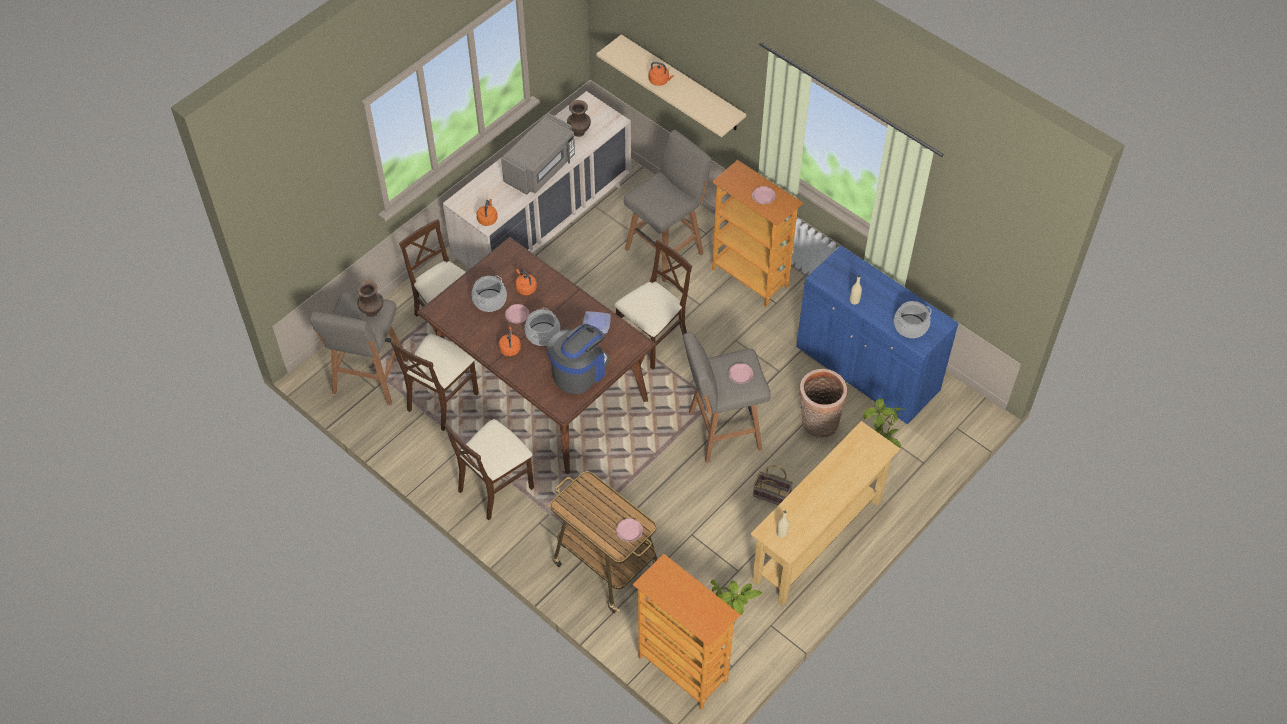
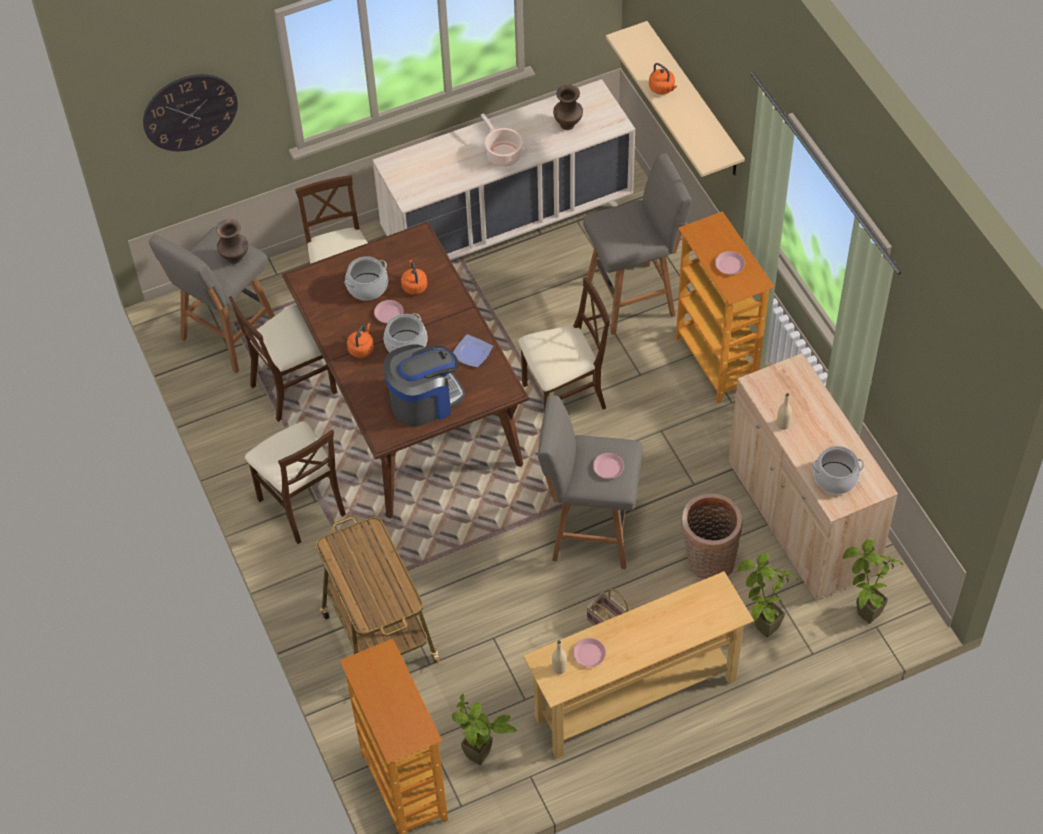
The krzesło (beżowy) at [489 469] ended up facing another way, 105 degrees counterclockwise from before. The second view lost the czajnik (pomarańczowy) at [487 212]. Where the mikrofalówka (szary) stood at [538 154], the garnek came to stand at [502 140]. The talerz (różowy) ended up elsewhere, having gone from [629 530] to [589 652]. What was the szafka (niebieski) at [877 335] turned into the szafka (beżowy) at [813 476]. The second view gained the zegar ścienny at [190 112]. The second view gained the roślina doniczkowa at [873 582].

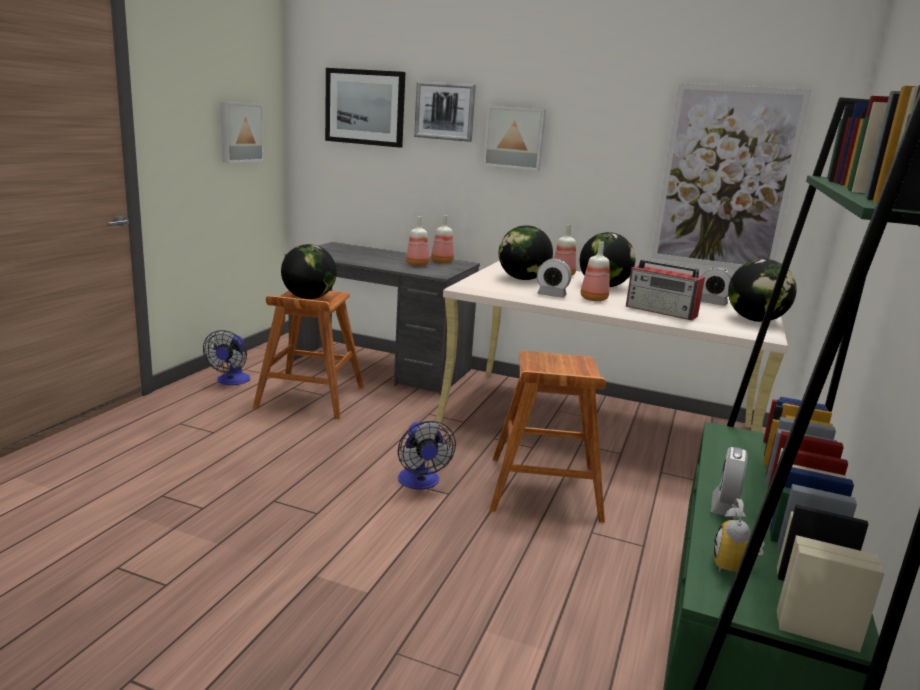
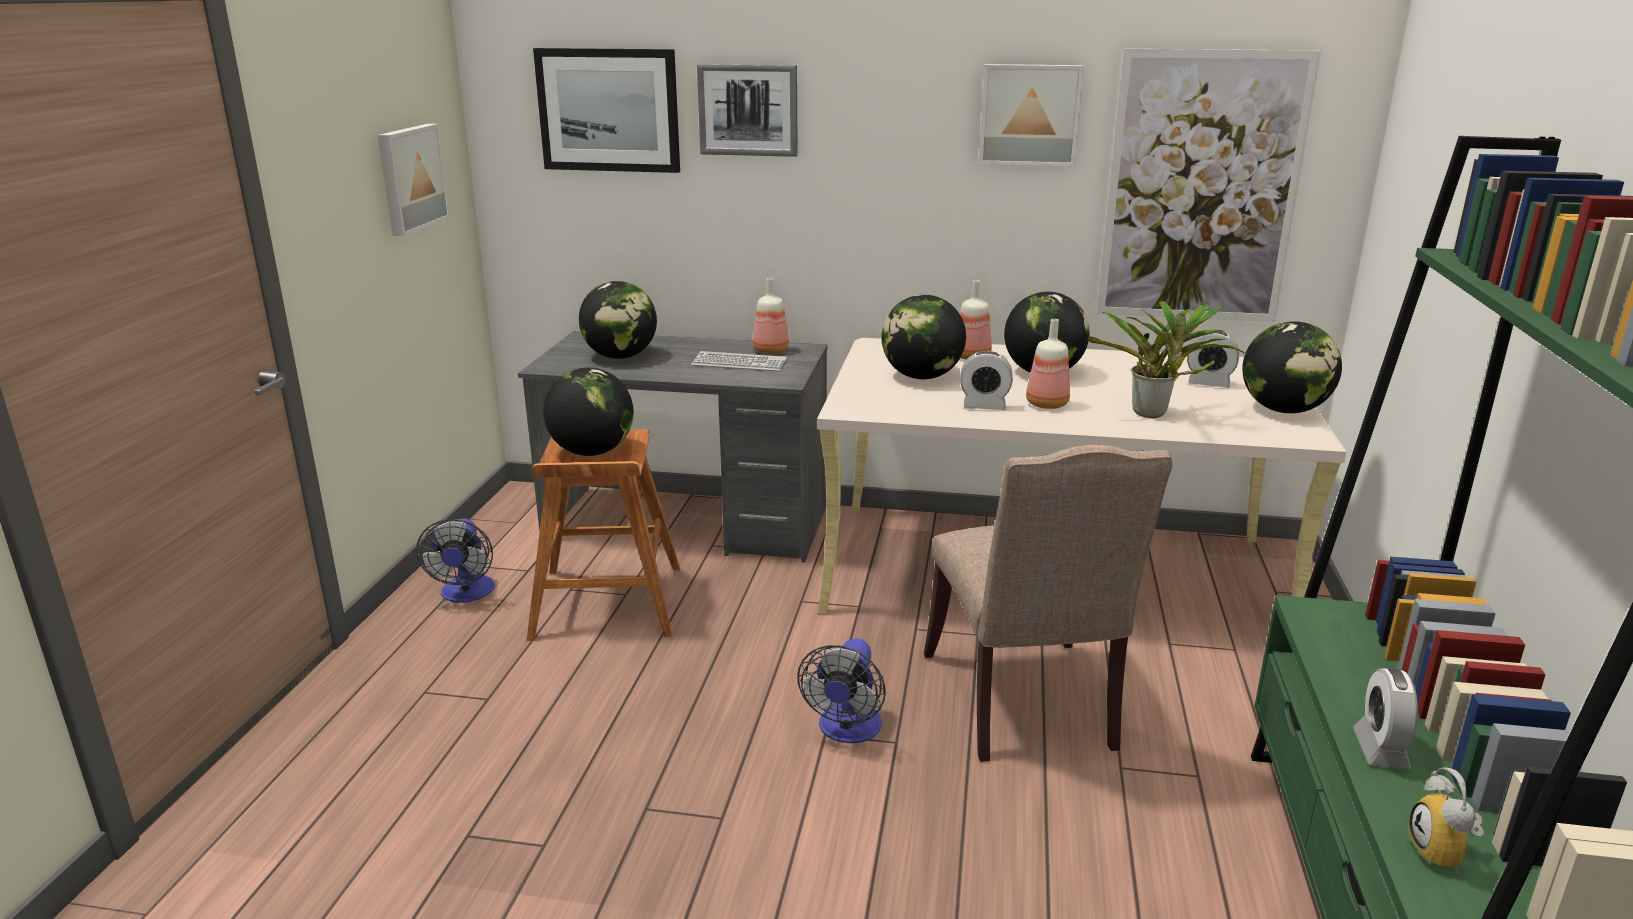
The wentylator at [427 455] ended up facing another way, 45 degrees clockwise from before. Where the butelka stood at [418 241], the klawiatura came to stand at [739 361]. The obraz ended up elsewhere, having gone from [514 138] to [1031 115]. Where the stołek (brązowy) stood at [548 437], the krzesło (beżowy) came to stand at [1048 603]. Where the radio stood at [665 289], the roślina doniczkowa came to stand at [1166 359]. The second view gained the globus at [618 320].

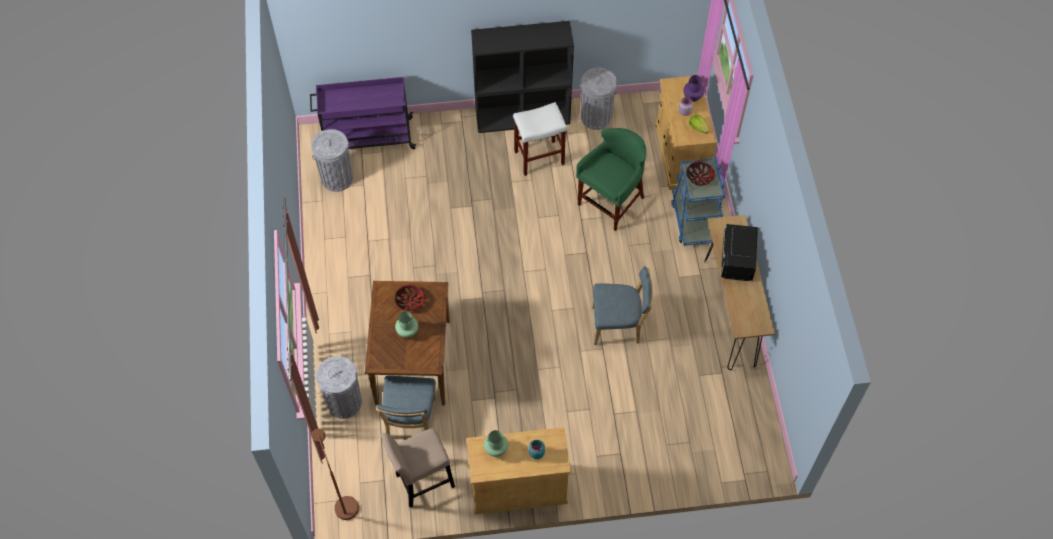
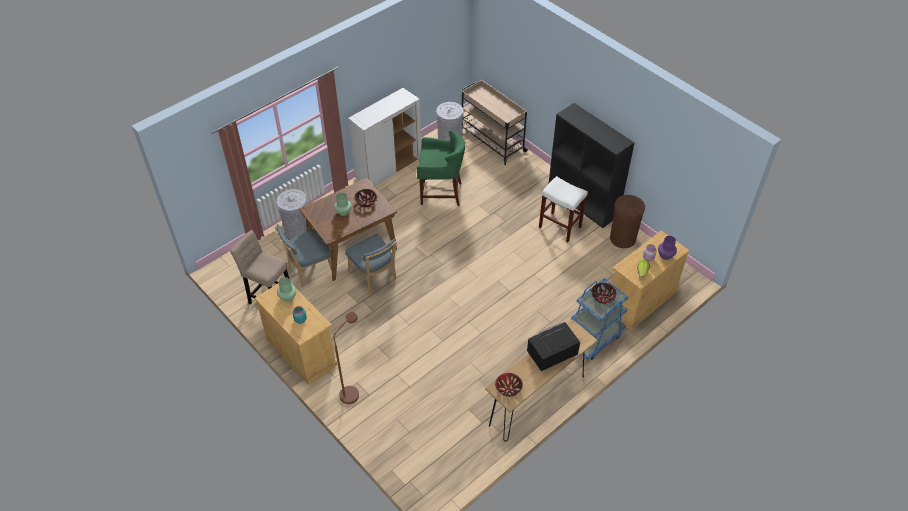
What was the wózek (fioletowy) at [363 113] turned into the wózek (beżowy) at [495 122]. The lampa stojąca (brązowy) ended up elsewhere, having gone from [335 474] to [346 358]. The stołek (zielony) ended up elsewhere, having gone from [611 179] to [441 167]. What was the kosz na śmieci (szary) at [598 98] turned into the kosz na śmieci (brązowy) at [627 221]. The krzesło (niebieski) ended up elsewhere, having gone from [622 305] to [371 264]. The second view gained the szafka (biały) at [384 137]. The second view gained the miska at [509 385].

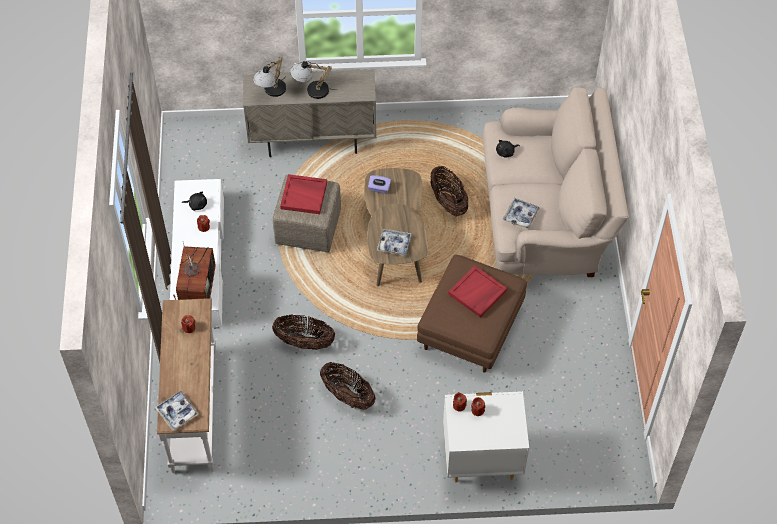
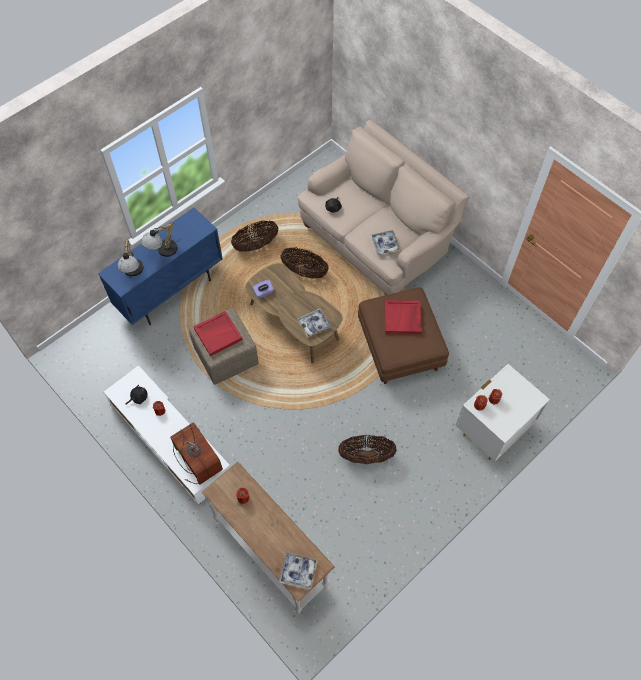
What was the szafka (beżowy) at [309 113] turned into the szafka (niebieski) at [160 266]. The koszyk ended up elsewhere, having gone from [303 332] to [254 236].

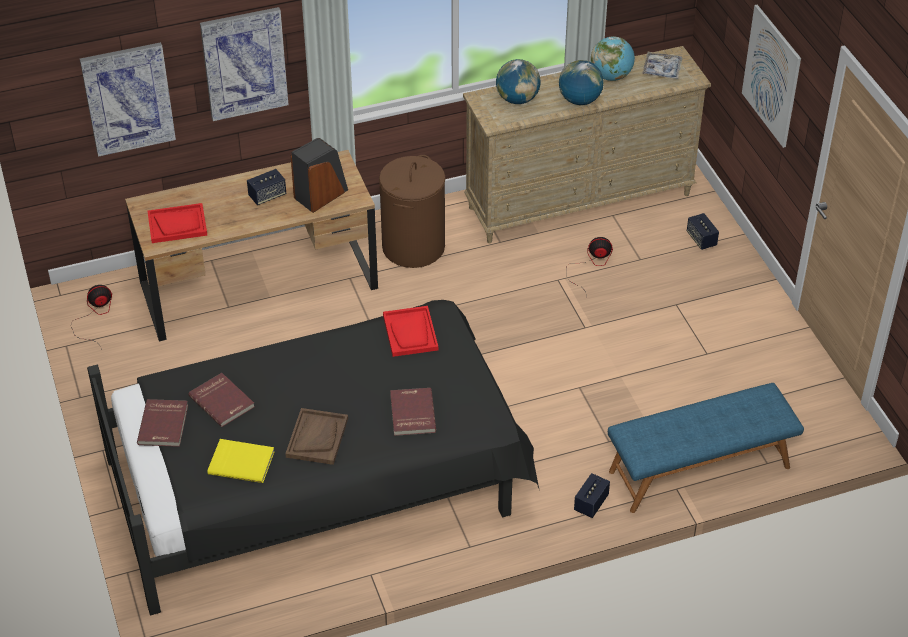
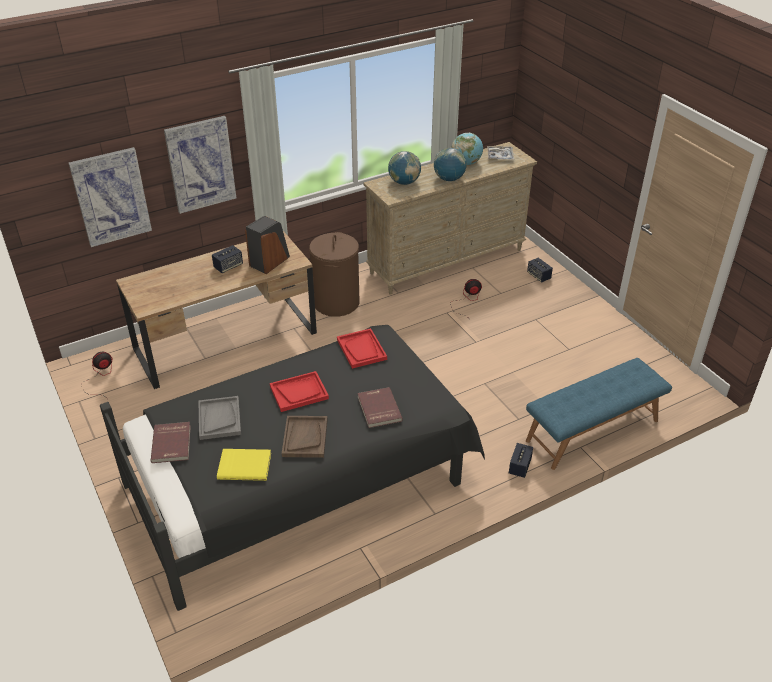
The taca (czerwony) ended up elsewhere, having gone from [177 223] to [299 391]. Where the książka (czerwony) stood at [221 400], the taca (szary) came to stand at [220 418]. The second view lost the obraz at [771 76].

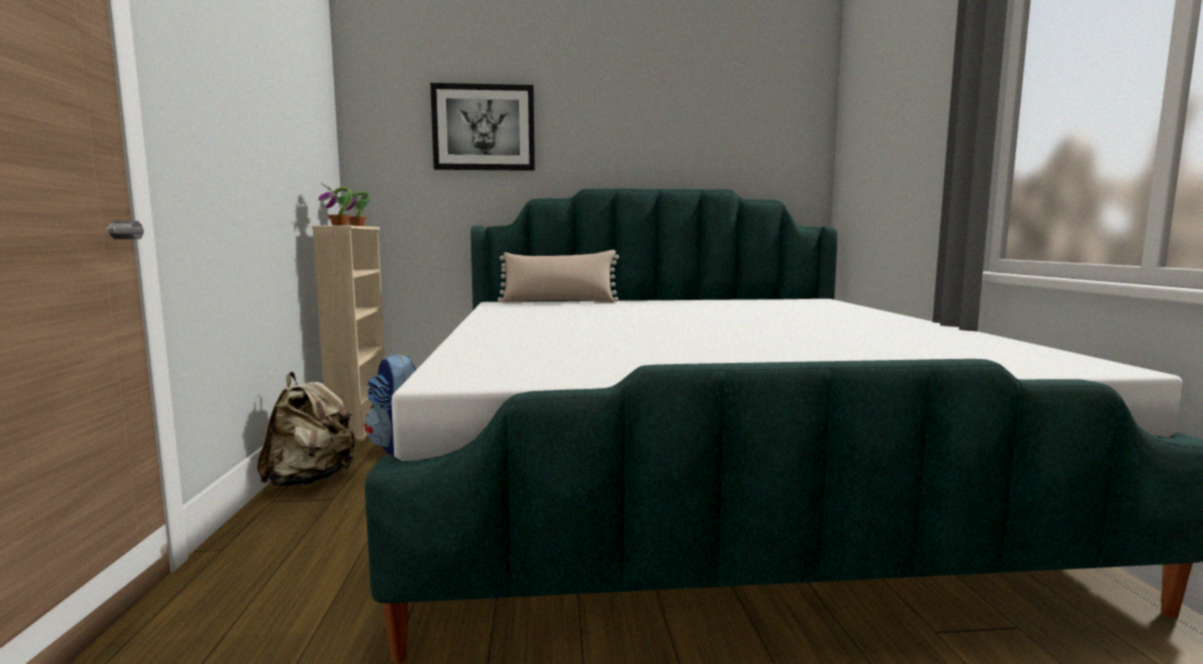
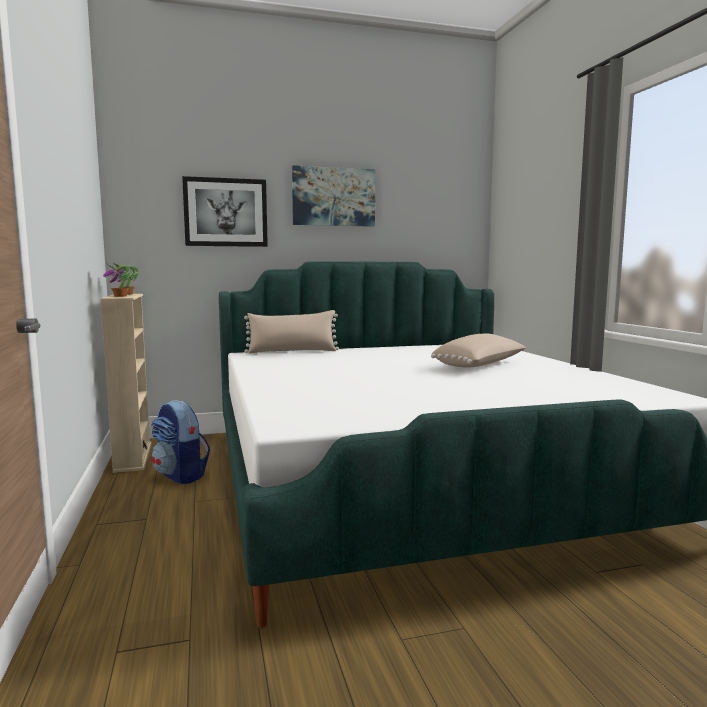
The second view lost the plecak (beżowy) at [307 429]. The second view gained the obraz at [333 196]. The second view gained the poduszka (beżowy) at [478 351].

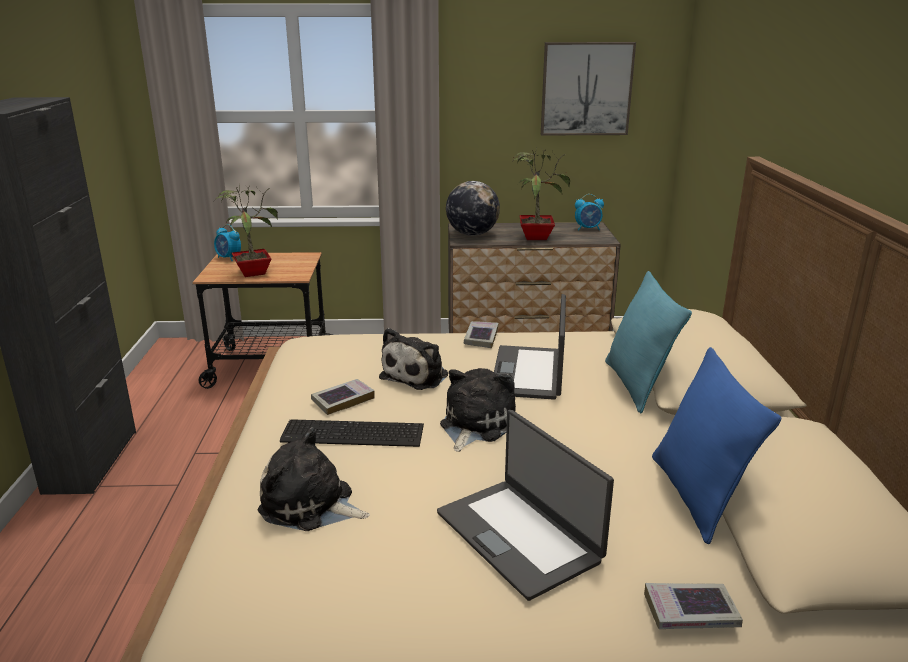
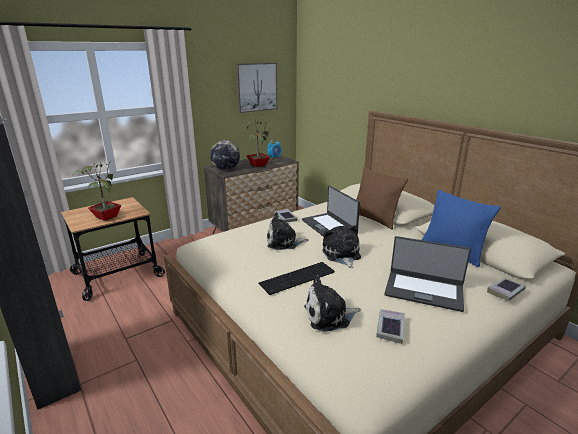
The second view lost the budzik at [227 242]. The książka ended up elsewhere, having gone from [343 397] to [390 326]. The pluszak at [413 359] ended up facing another way, 90 degrees clockwise from before. What was the poduszka (turkusowy) at [648 342] turned into the poduszka (brązowy) at [382 198].

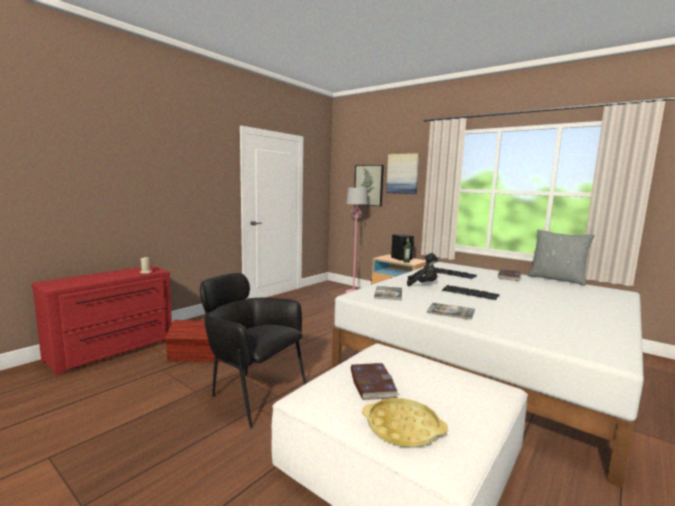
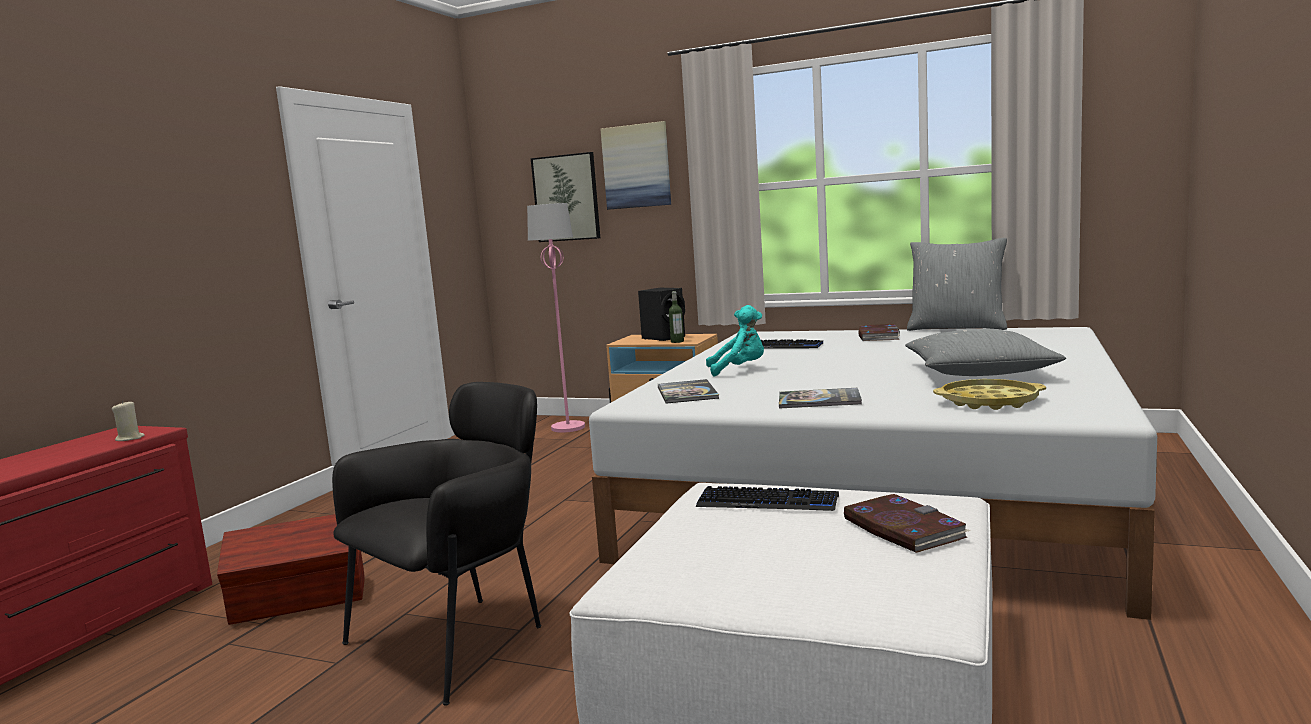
The fotel (czarny) at [253 350] ended up facing another way, 120 degrees clockwise from before. The książka ended up elsewhere, having gone from [375 381] to [907 523]. The taca (żółty) ended up elsewhere, having gone from [405 422] to [989 394]. What was the pluszak (czarny) at [423 269] turned into the pluszak (turkusowy) at [735 340]. The klawiatura ended up elsewhere, having gone from [471 292] to [767 498]. The second view gained the poduszka (szary) at [985 352].

